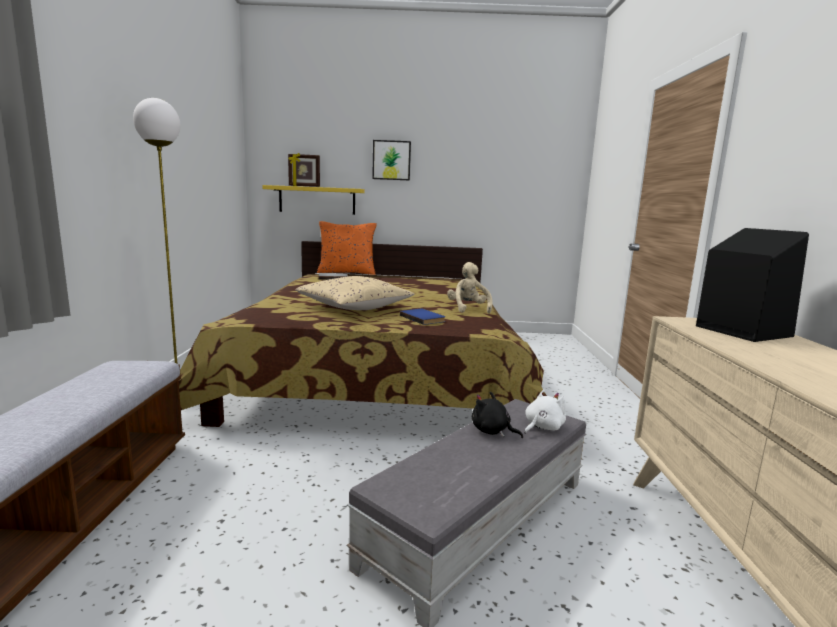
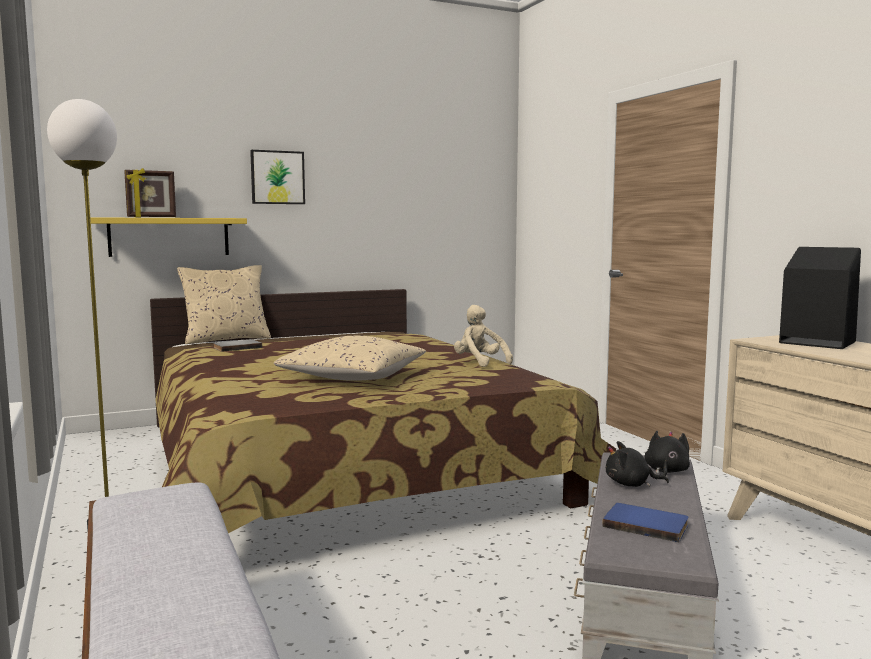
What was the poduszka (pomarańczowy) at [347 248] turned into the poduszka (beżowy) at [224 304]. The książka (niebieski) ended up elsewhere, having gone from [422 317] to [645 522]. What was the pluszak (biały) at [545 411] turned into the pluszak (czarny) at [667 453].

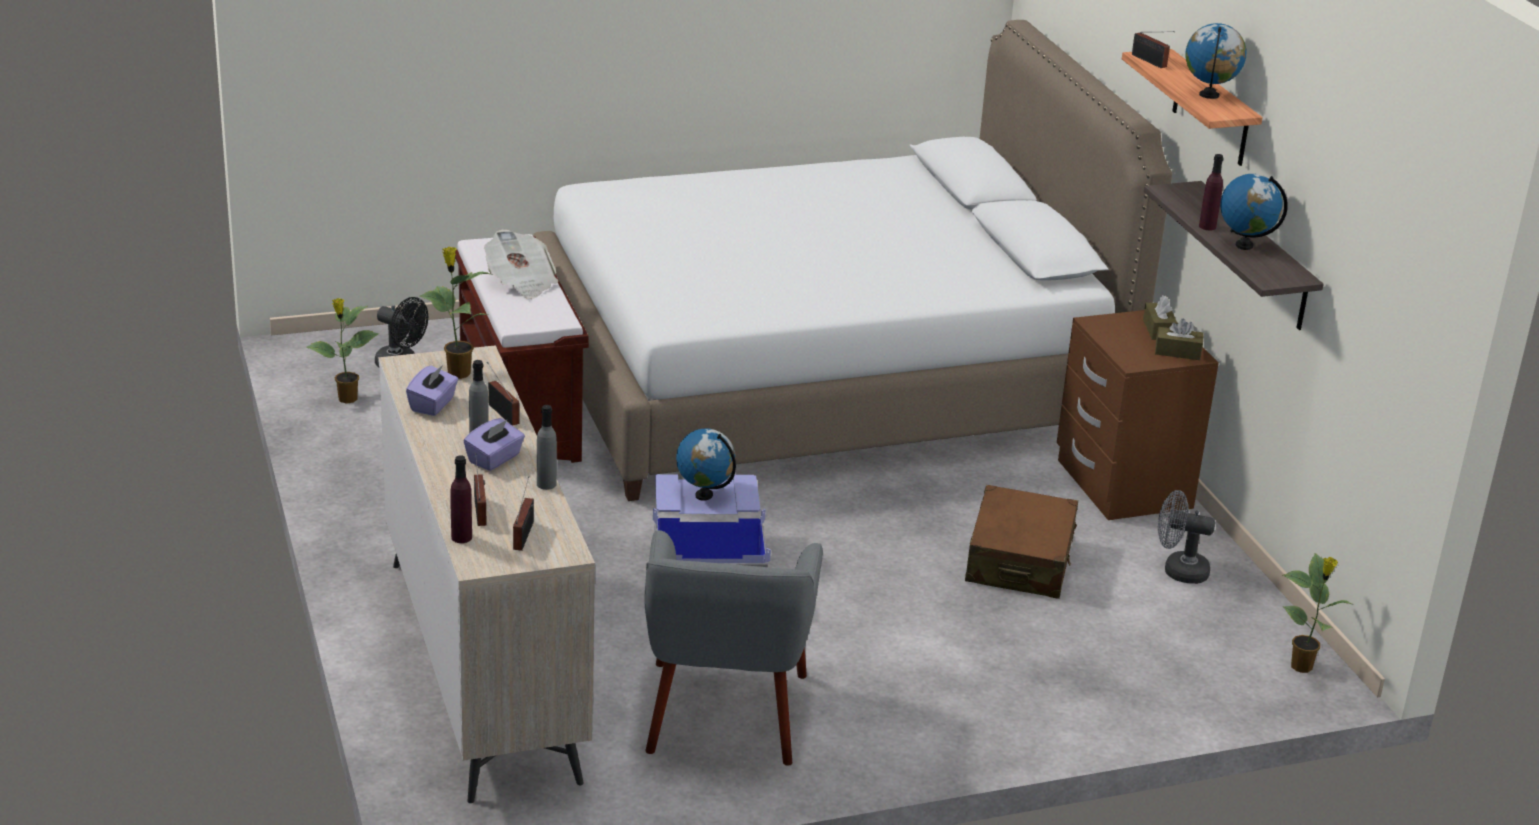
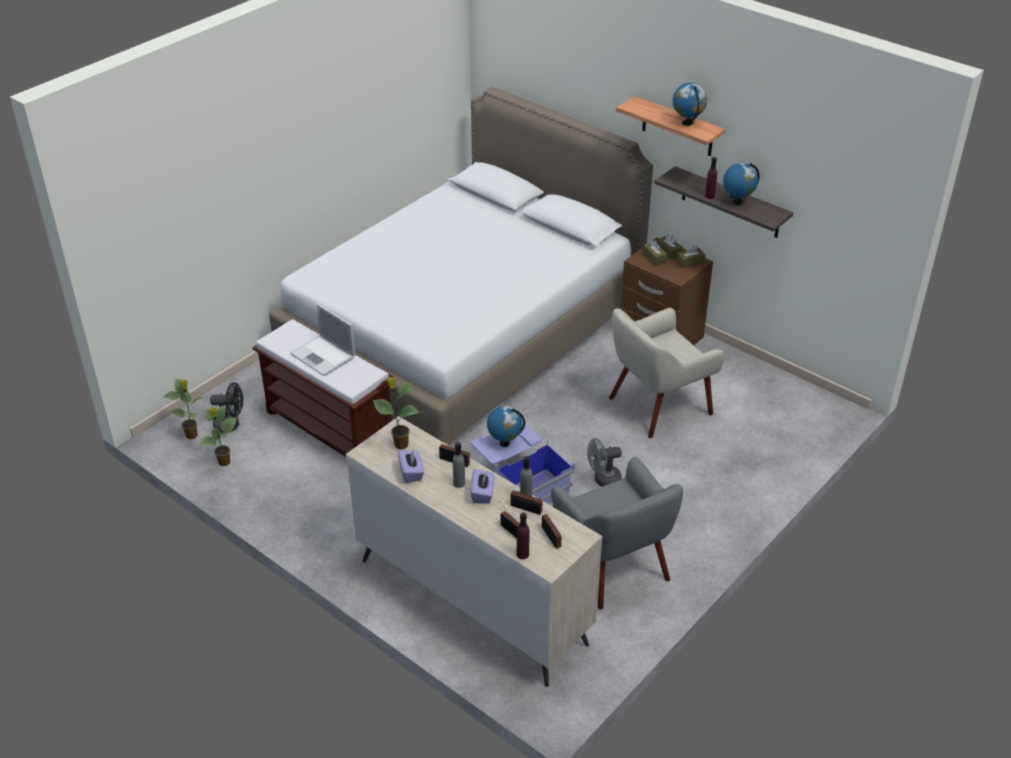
Where the gazeta stood at [521 264], the laptop came to stand at [322 340]. Where the walizka (brązowy) stood at [1021 542], the fotel (beżowy) came to stand at [667 373]. The radio ended up elsewhere, having gone from [1153 49] to [526 503]. The wentylator (szary) ended up elsewhere, having gone from [1187 537] to [604 462]. The roślina doniczkowa ended up elsewhere, having gone from [1317 613] to [183 408]. The second view gained the pudełko chusteczek (brązowy) at [655 253].

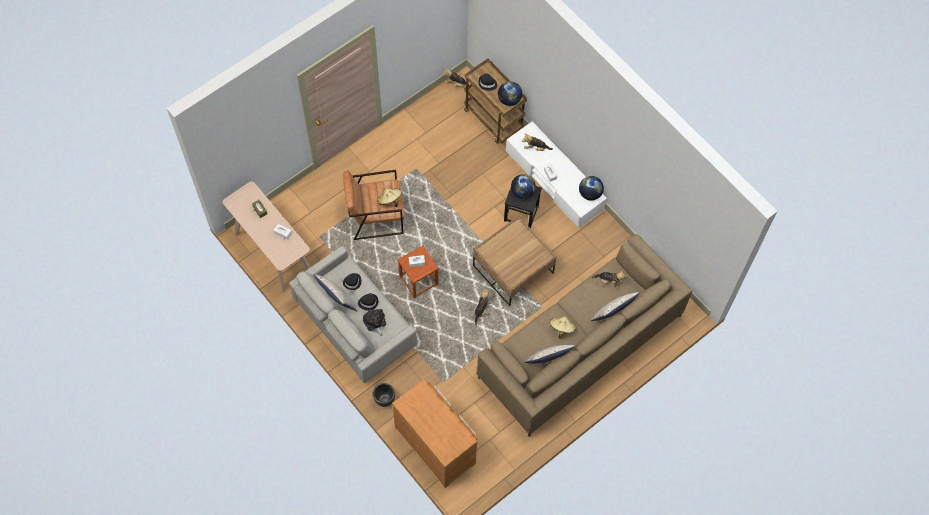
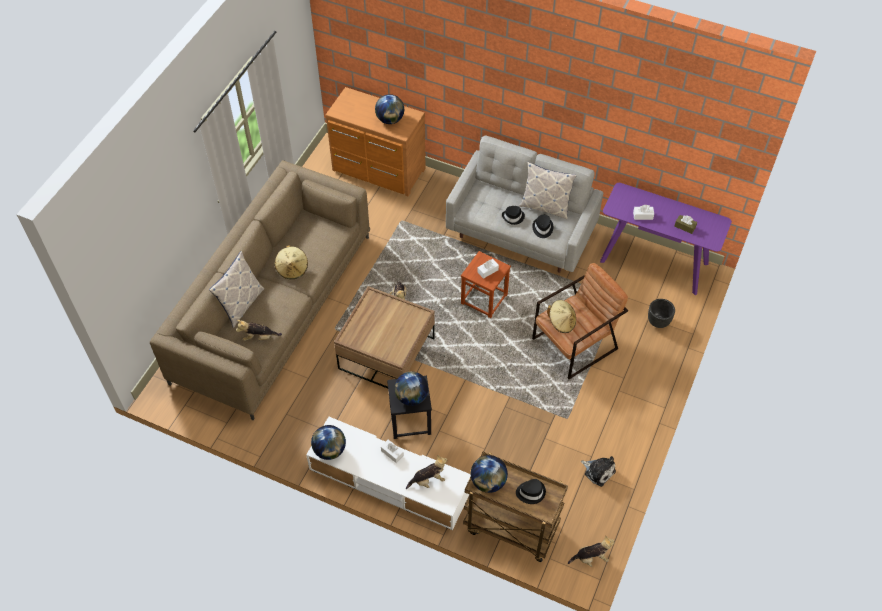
What was the stolik konsolowy (beżowy) at [266 237] turned into the stolik konsolowy (fioletowy) at [666 239]. The pluszak ended up elsewhere, having gone from [374 322] to [598 471]. The donica (czarny) ended up elsewhere, having gone from [384 395] to [661 313]. The second view lost the poduszka at [550 354]. The second view gained the globus at [389 109].

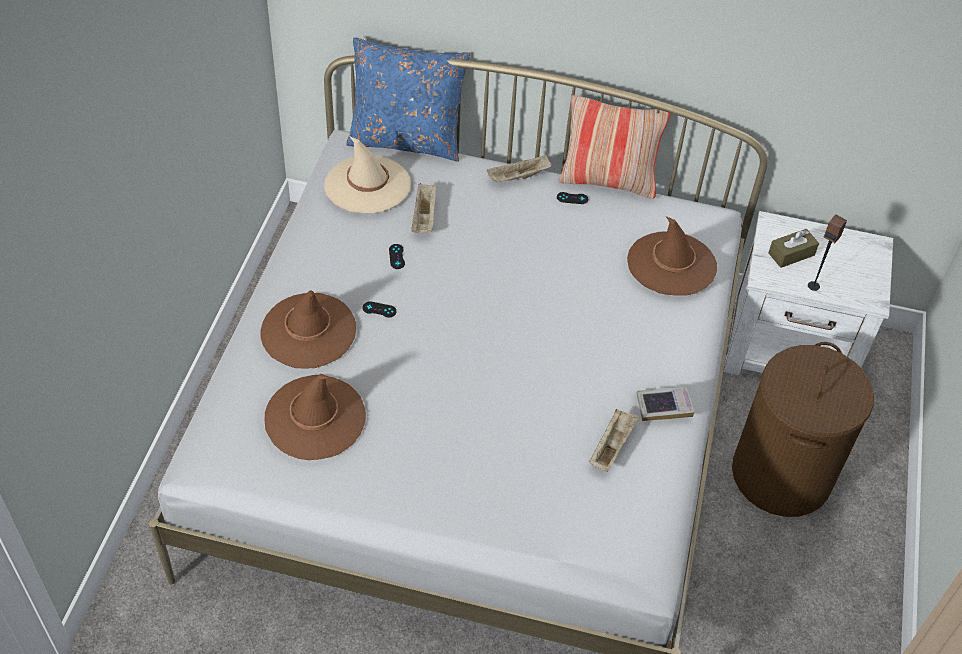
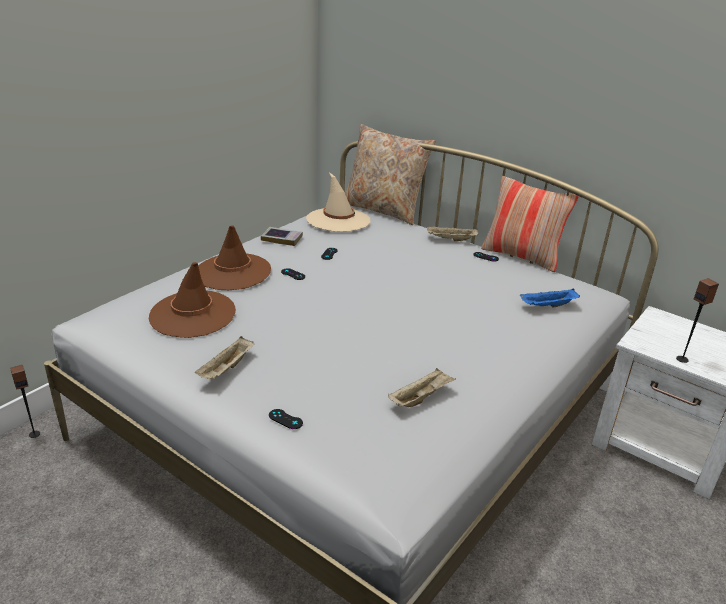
What was the poduszka (niebieski) at [408 99] turned into the poduszka (beżowy) at [390 174]. The taca (beżowy) ended up elsewhere, having gone from [423 208] to [225 357]. Where the kapelusz (brązowy) stood at [672 256], the taca (niebieski) came to stand at [550 298]. The książka ended up elsewhere, having gone from [665 403] to [282 236]. The second view lost the kosz na pranie (brązowy) at [803 429]. The second view lost the pudełko chusteczek (brązowy) at [793 248]. The second view gained the głośnik at [25 401]. The second view gained the pad do gier (czarny) at [286 419].

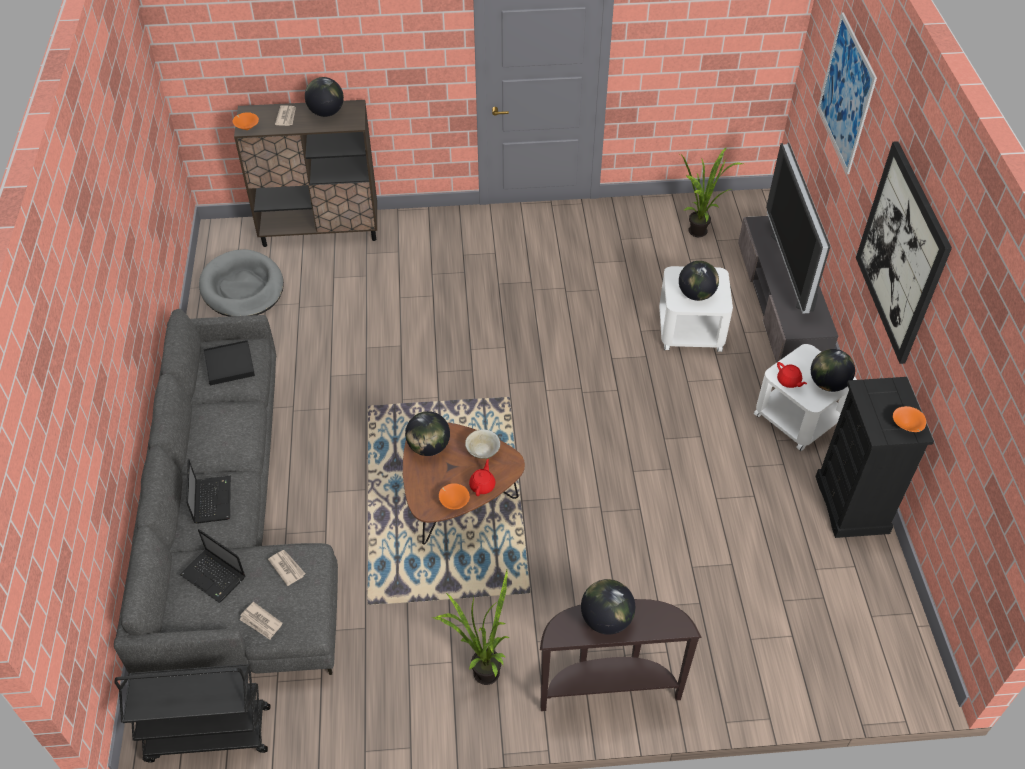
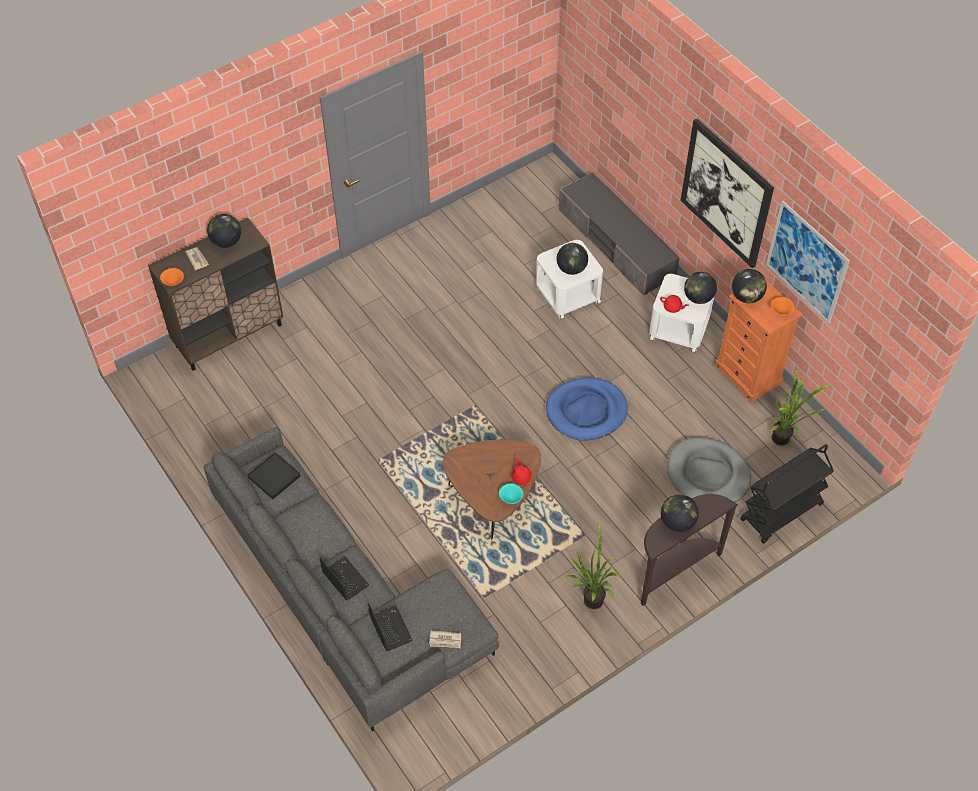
The wózek (czarny) ended up elsewhere, having gone from [192 713] to [787 494]. The laptop at [212 566] ended up facing another way, 120 degrees counterclockwise from before. The legowisko (szary) ended up elsewhere, having gone from [241 282] to [709 469]. The second view lost the gazeta at [286 568]. The globus ended up elsewhere, having gone from [427 433] to [749 286]. What was the miska (pomarańczowy) at [454 496] turned into the miska (turkusowy) at [511 494]. The second view lost the miska (beżowy) at [482 444]. The roślina doniczkowa ended up elsewhere, having gone from [711 192] to [802 407]. The second view lost the telewizor at [798 228]. What was the komoda (czarny) at [874 457] turned into the komoda (pomarańczowy) at [759 340]. The obraz ended up elsewhere, having gone from [847 93] to [808 262]. The second view gained the legowisko (niebieski) at [587 409].

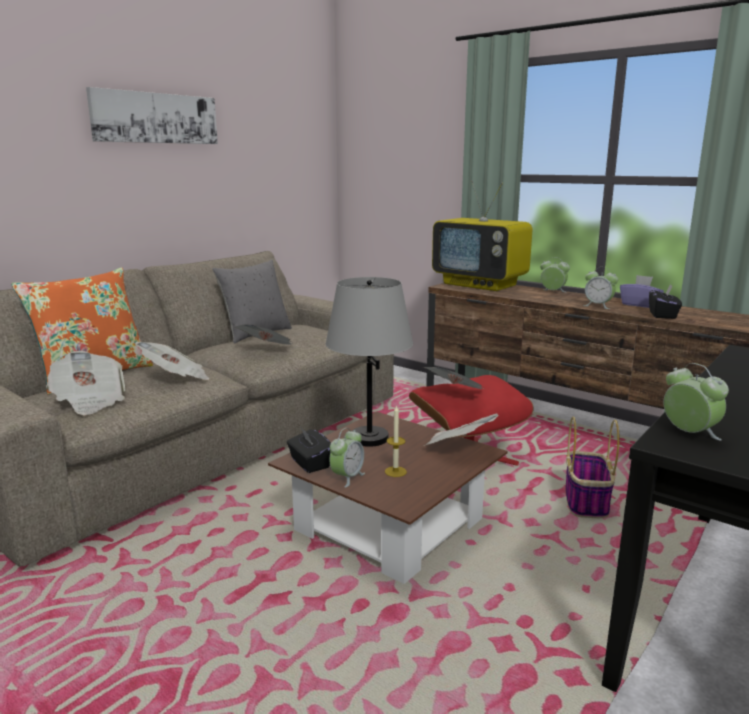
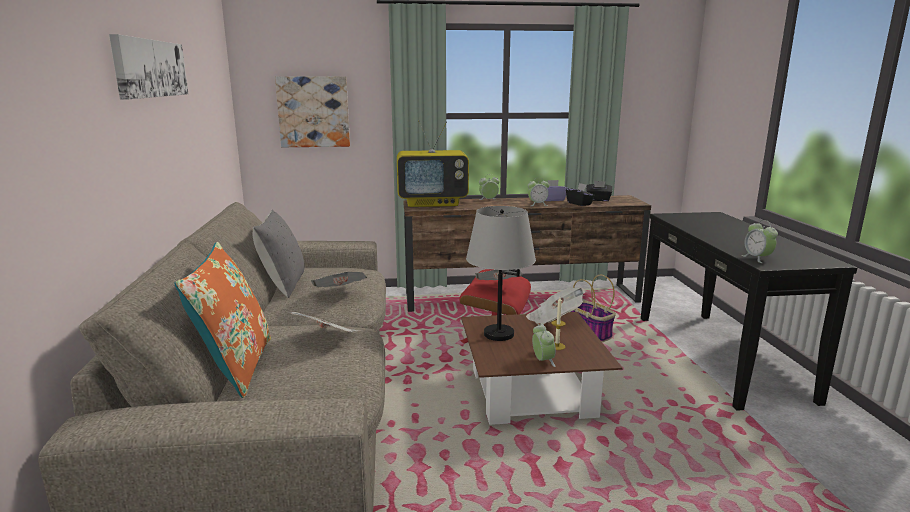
The second view lost the gazeta at [85 383]. The pudełko chusteczek (czarny) ended up elsewhere, having gone from [309 450] to [599 191]. The budzik at [696 402] ended up facing another way, 120 degrees counterclockwise from before. The second view gained the obraz at [312 111].

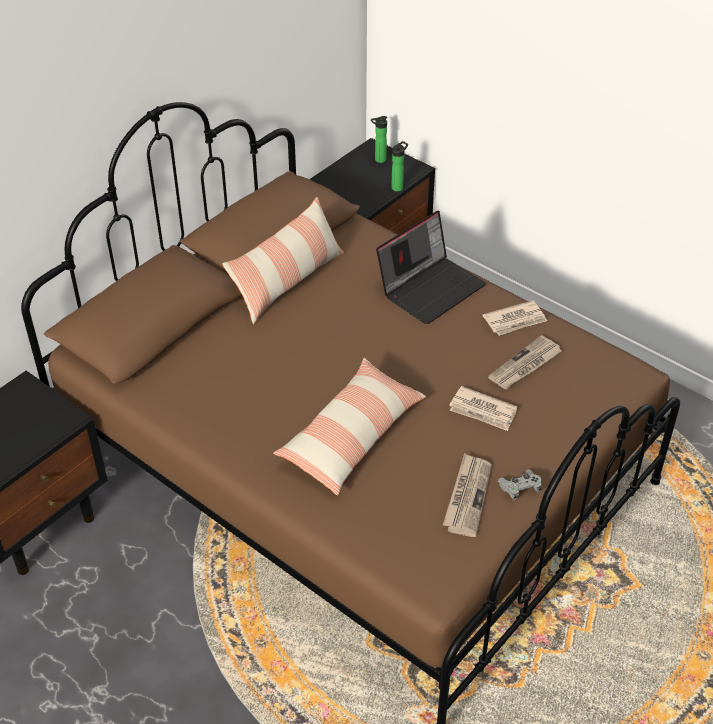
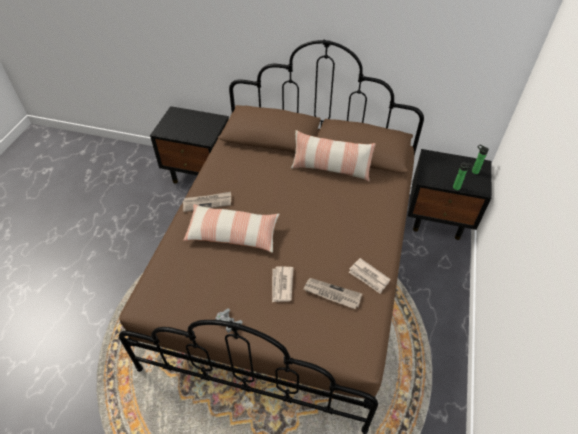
The second view lost the laptop at [431 267]. The gazeta ended up elsewhere, having gone from [467 495] to [207 202].

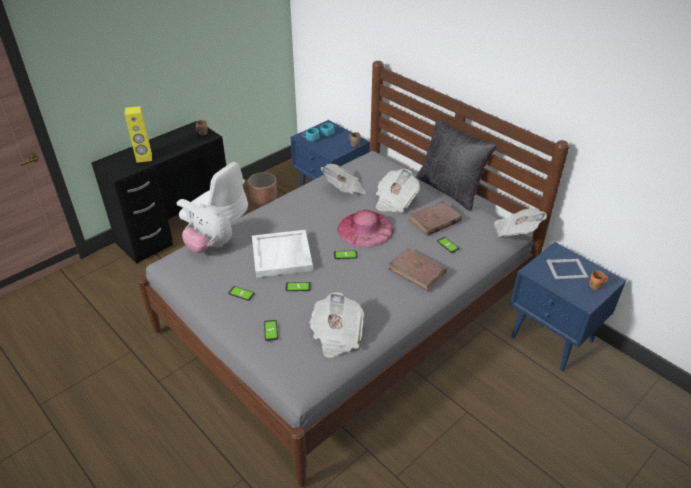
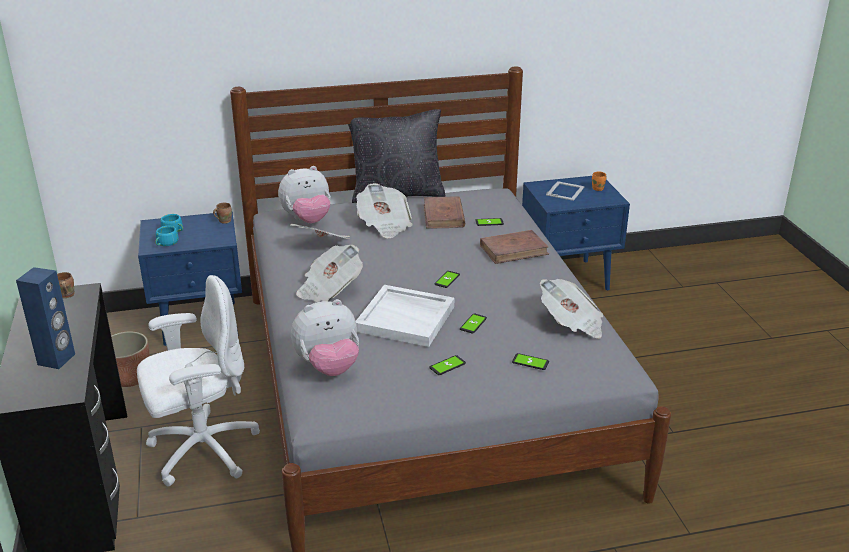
What was the głośnik (żółty) at [138 134] turned into the głośnik (niebieski) at [45 318]. The second view lost the kapelusz (różowy) at [366 229]. The gazeta ended up elsewhere, having gone from [520 222] to [329 273]. The second view gained the pluszak at [304 194].

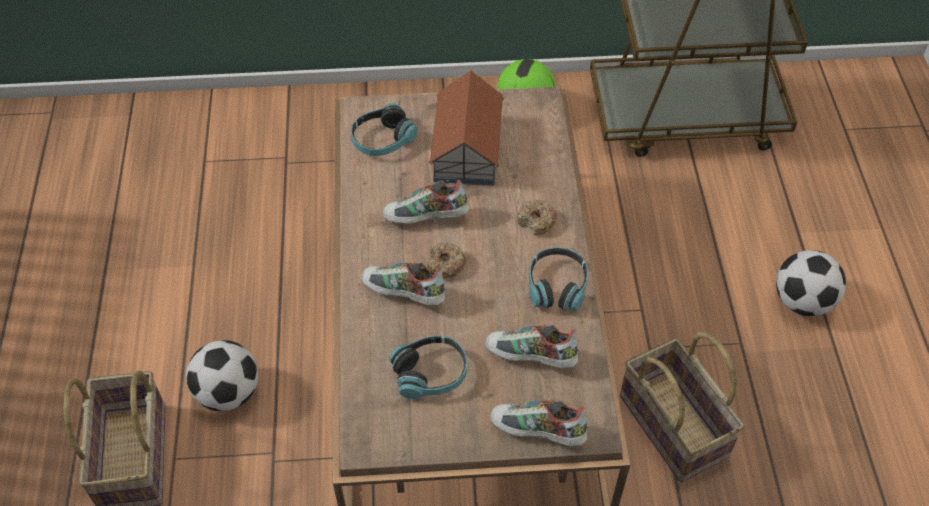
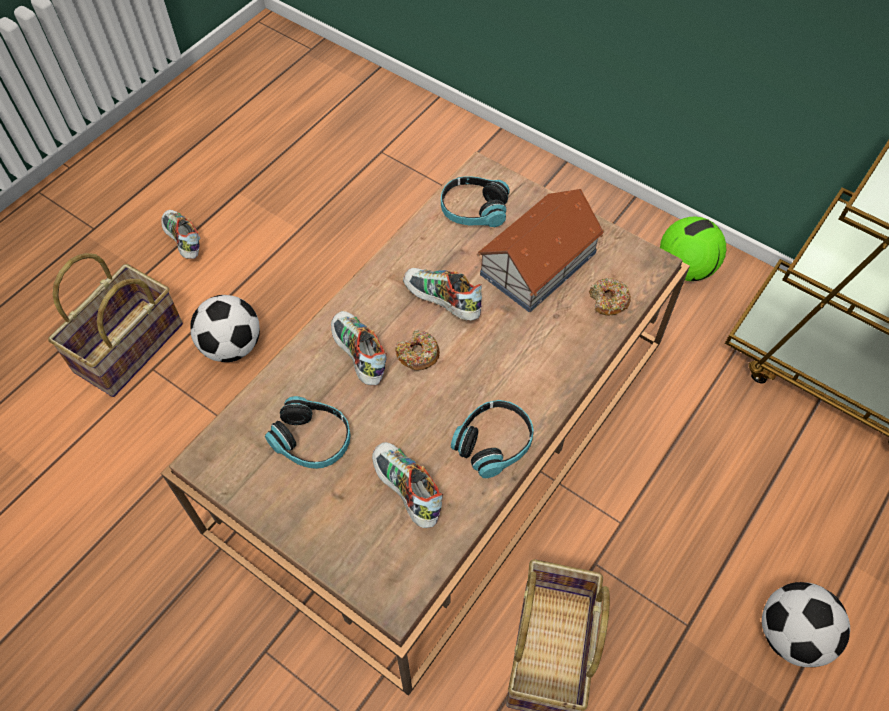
The but ended up elsewhere, having gone from [538 422] to [180 234]. The donut ended up elsewhere, having gone from [537 217] to [610 297].

